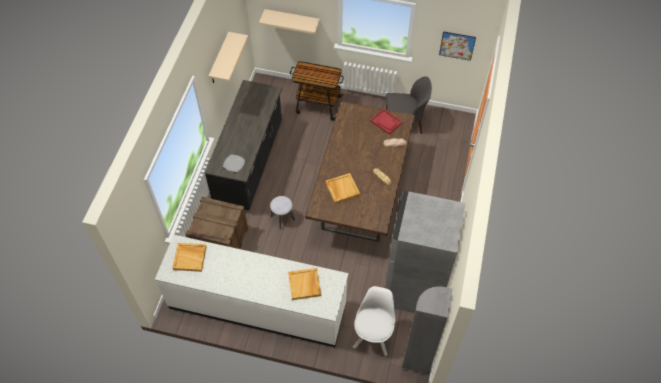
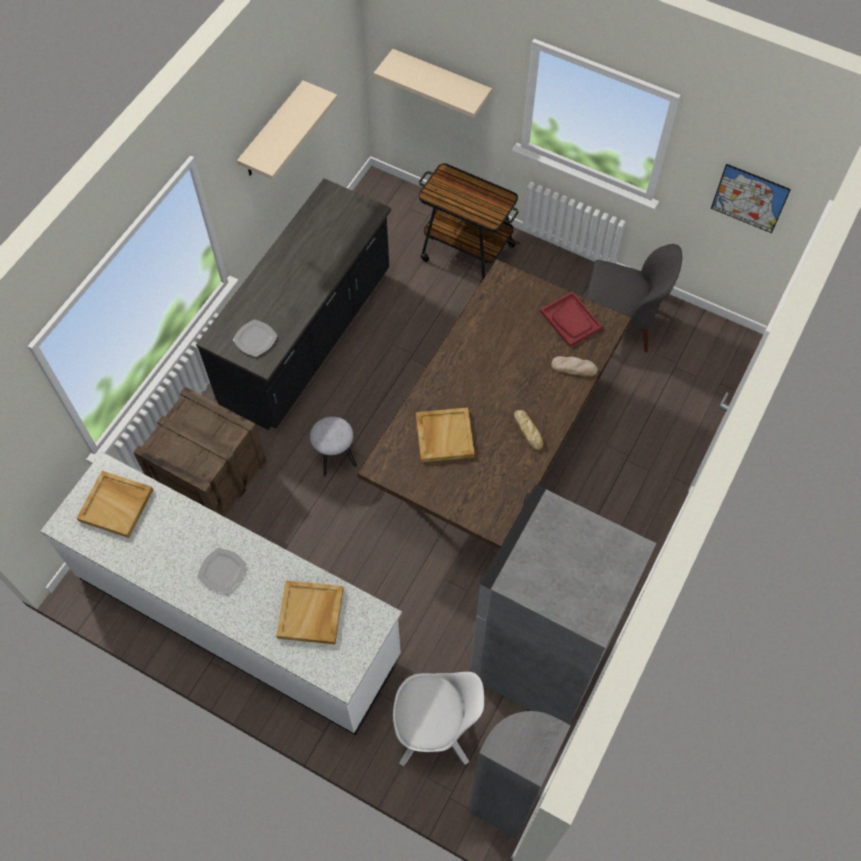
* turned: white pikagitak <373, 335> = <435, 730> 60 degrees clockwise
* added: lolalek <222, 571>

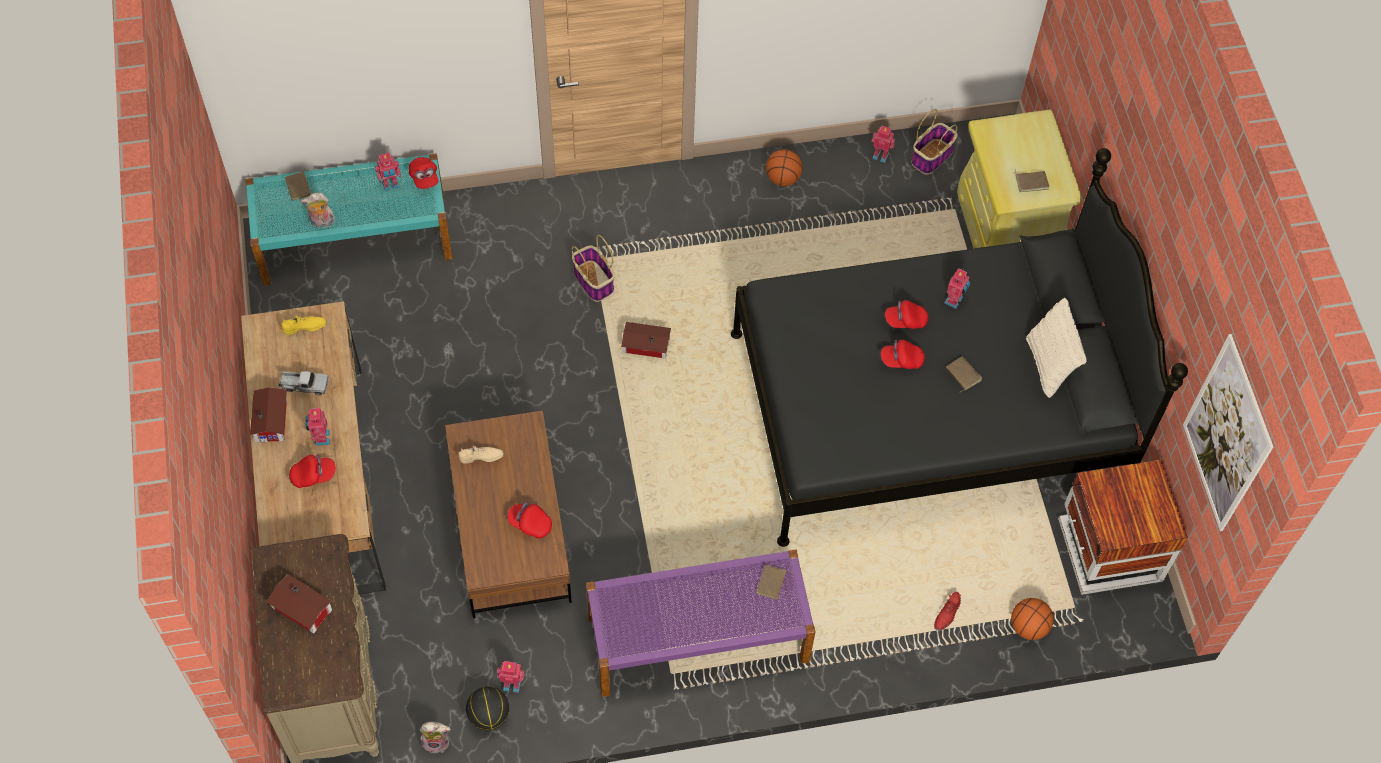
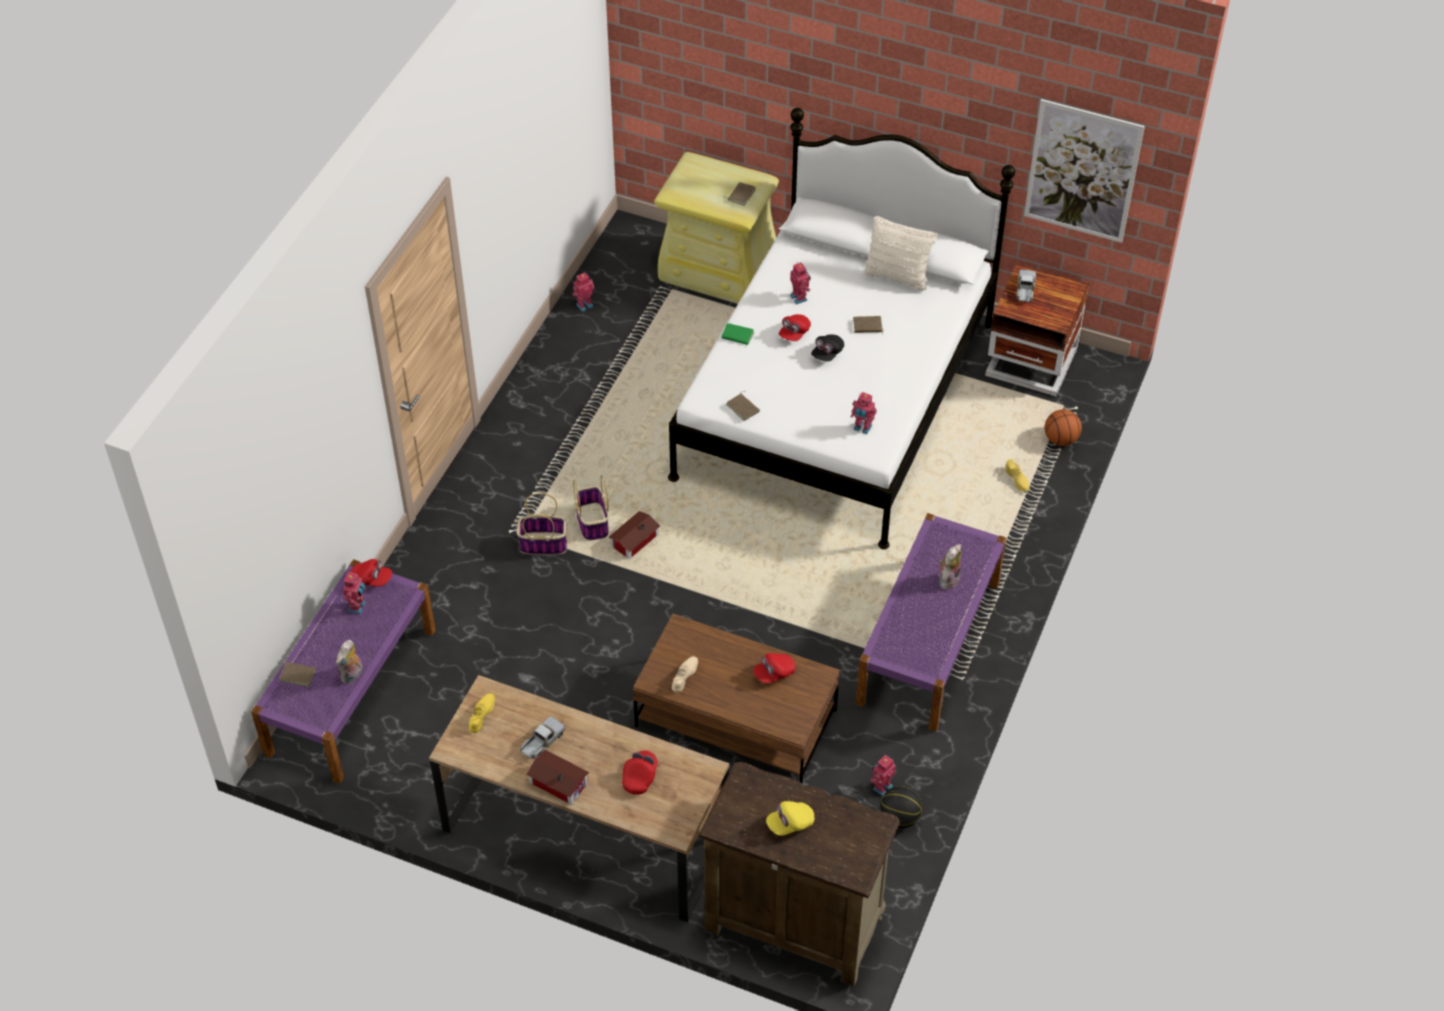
* recoloured: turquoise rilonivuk <354, 238> to purple rilonivuk <350, 691>
* replaced: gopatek <302, 610> to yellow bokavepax <790, 823>
* moved: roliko <320, 438> to <862, 428>
* moved: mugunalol <436, 741> to <948, 579>
* recoloured: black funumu <927, 410> to white funumu <836, 399>
* moved: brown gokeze <772, 583> to <743, 408>
* removed: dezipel <783, 178>
* recoloured: red bokavepax <901, 360> to black bokavepax <827, 353>
* moved: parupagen <932, 156> to <592, 522>
* recoloured: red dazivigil <947, 615> to yellow dazivigil <1017, 480>
* added: green gokeze <737, 336>
* added: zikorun <1025, 290>

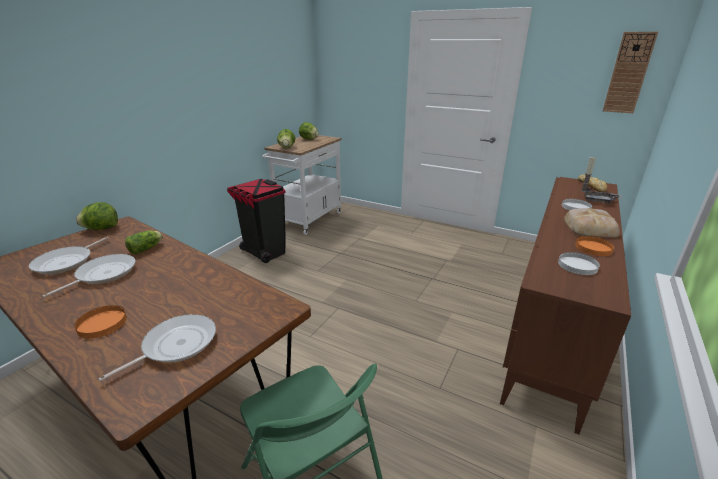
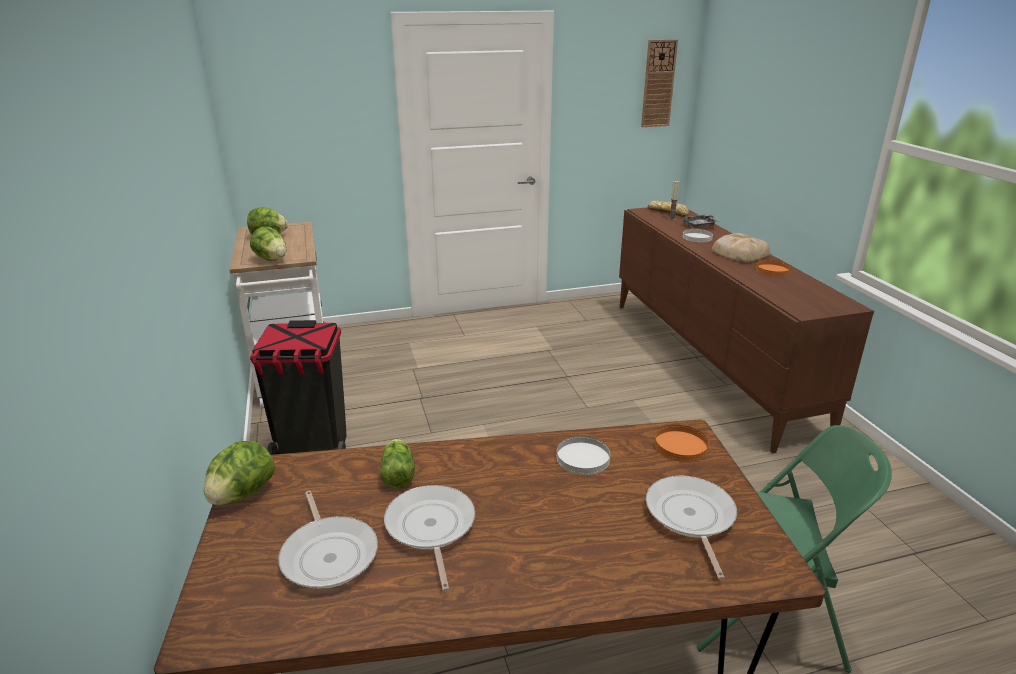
* moved: orange lolalek <102, 323> to <680, 446>
* moved: white lolalek <577, 265> to <582, 458>

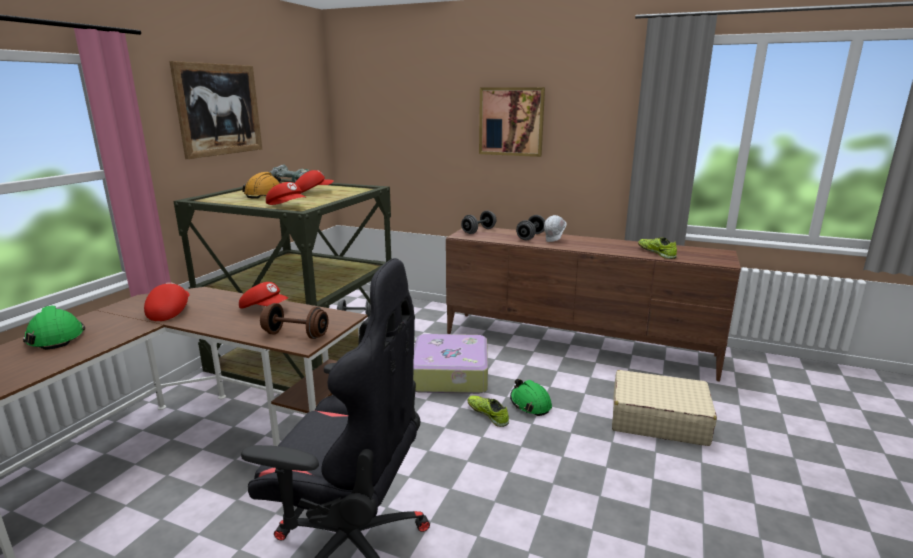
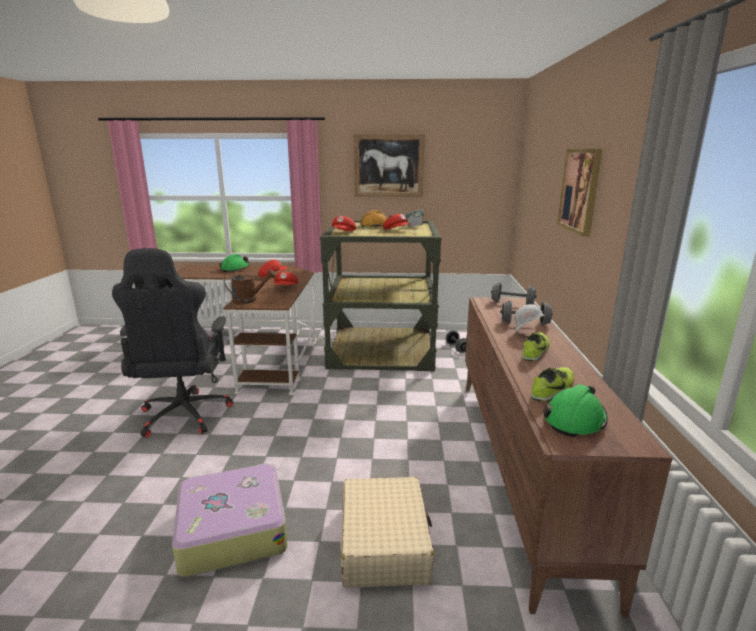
* replaced: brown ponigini <296, 335> to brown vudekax <249, 300>
* moved: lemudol <449, 375> to <232, 529>
* moved: dazivigil <488, 414> to <535, 351>
* moved: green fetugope <530, 404> to <574, 420>

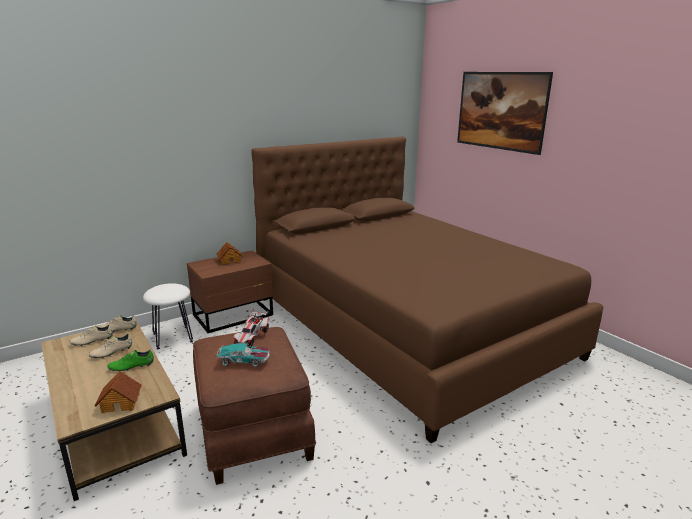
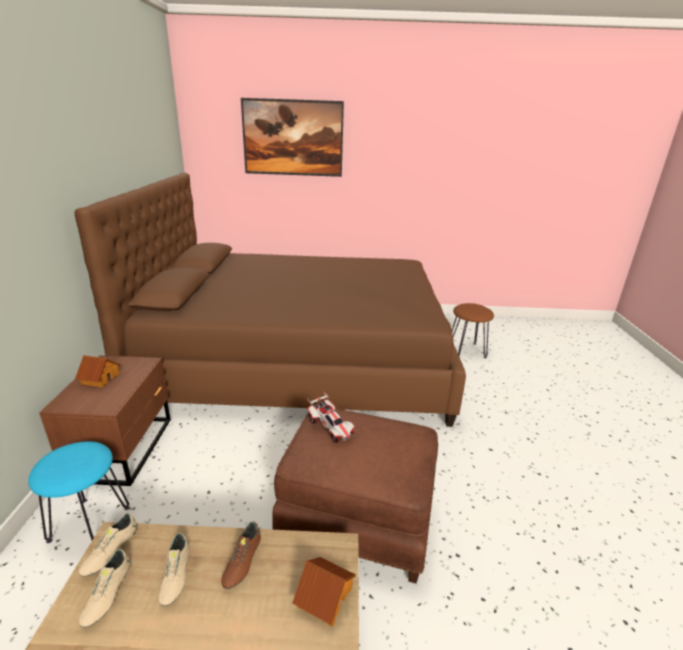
* recoloured: green dazivigil <131, 366> to brown dazivigil <242, 561>
* recoloured: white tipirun <173, 337> to turquoise tipirun <89, 523>
* removed: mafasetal <244, 360>
* added: brown tipirun <466, 350>

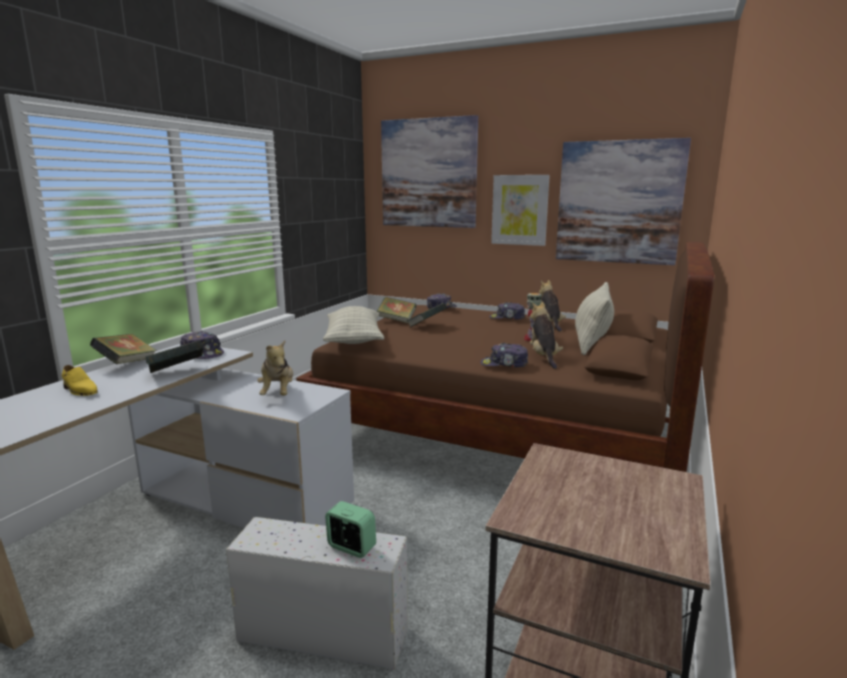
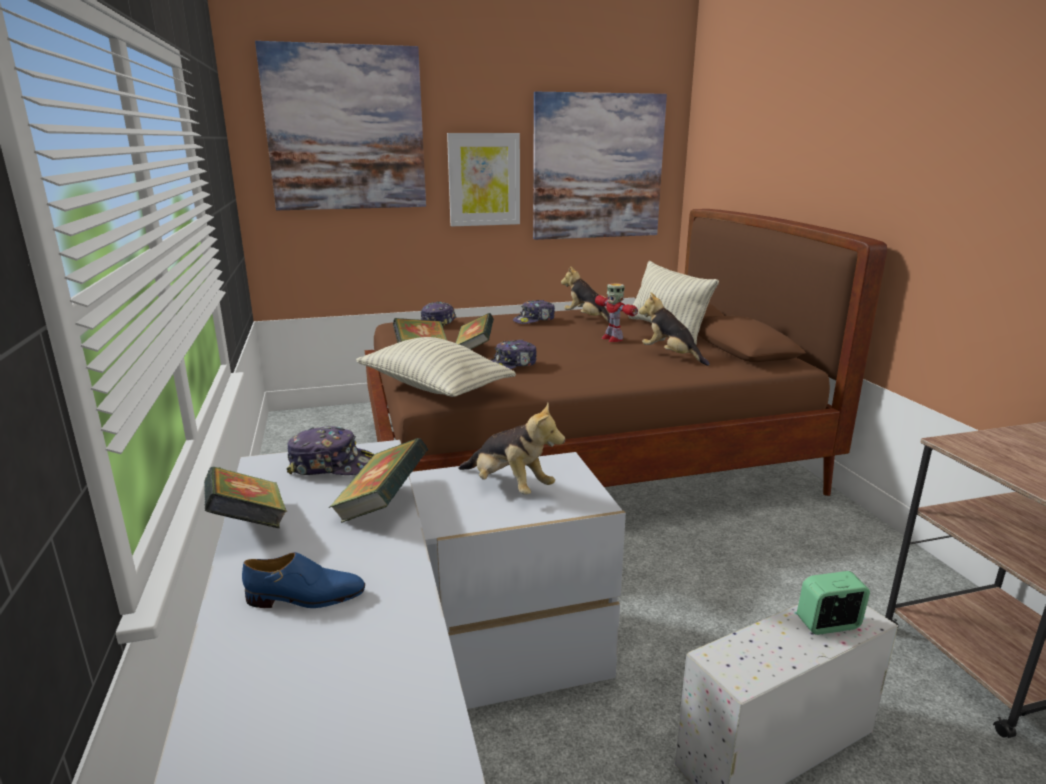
* recoloured: yellow dazivigil <80, 390> to blue dazivigil <306, 597>
* moved: bokavepax <504, 364> to <511, 365>

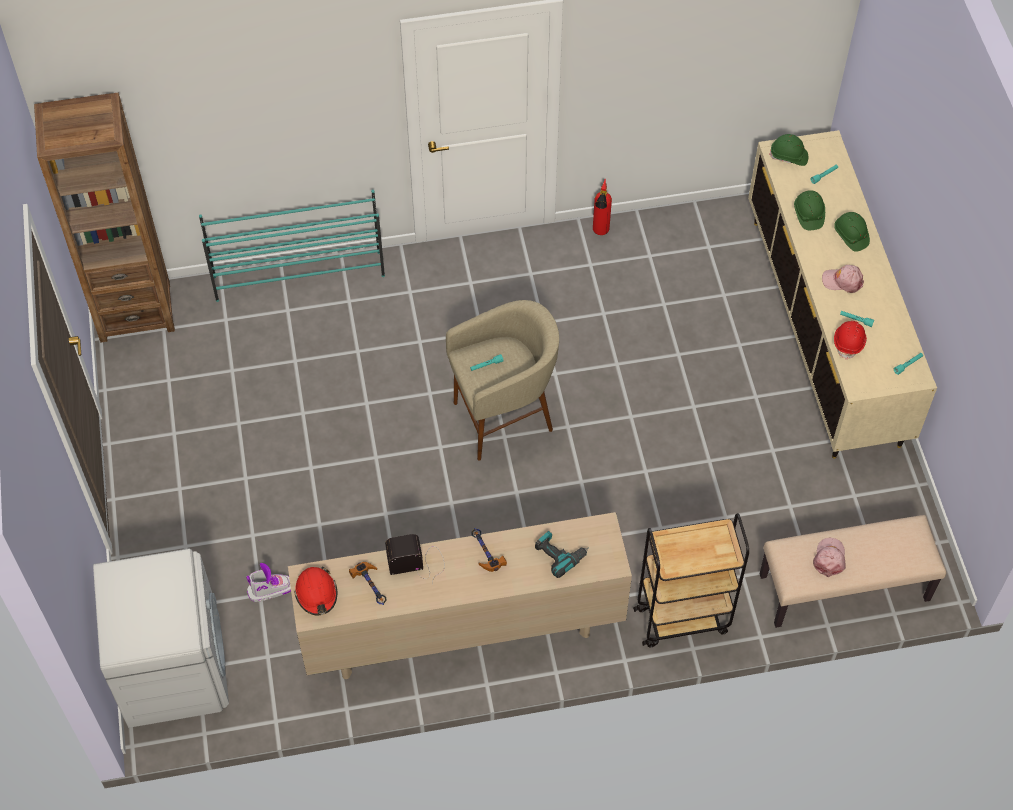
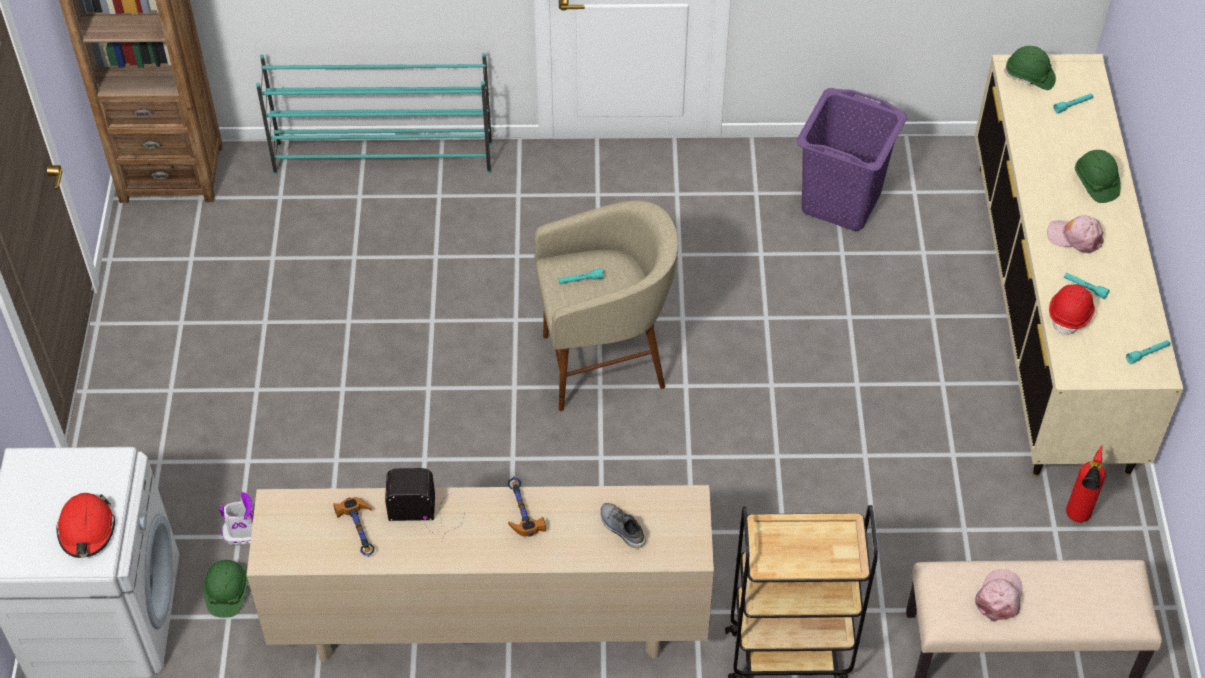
* moved: red fetugope <316, 594> to <87, 530>
* replaced: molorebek <559, 554> to grey dazivigil <621, 529>
* moved: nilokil <600, 233> to <1076, 519>
* moved: green fetugope <808, 215> to <227, 593>
* added: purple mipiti <842, 201>

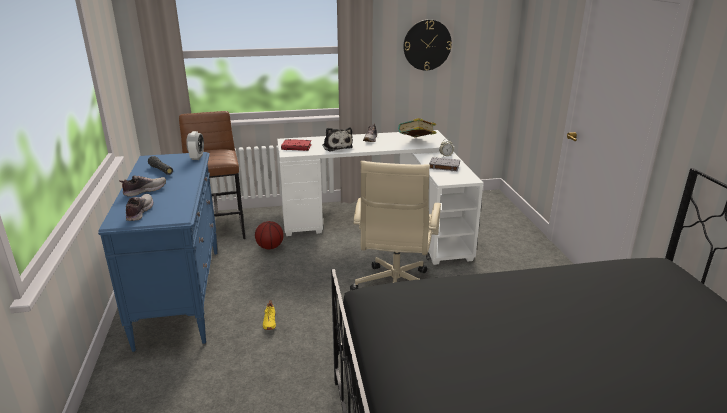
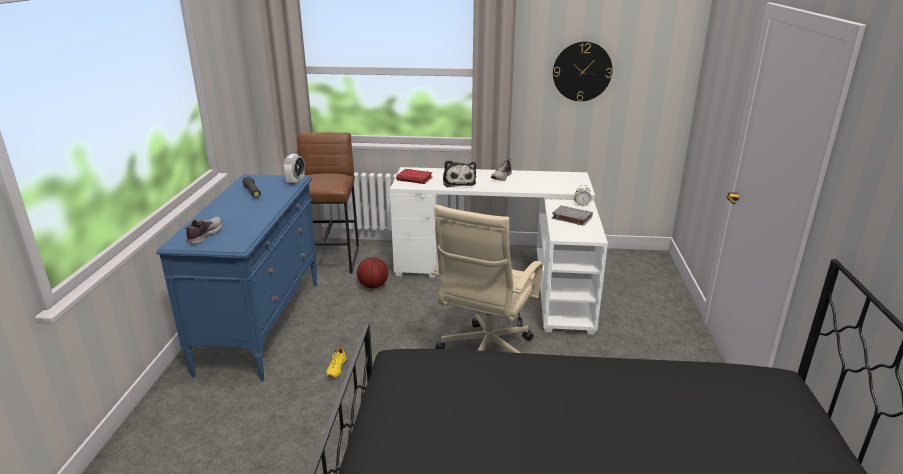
* removed: dazivigil <144, 190>
* removed: gokeze <416, 141>

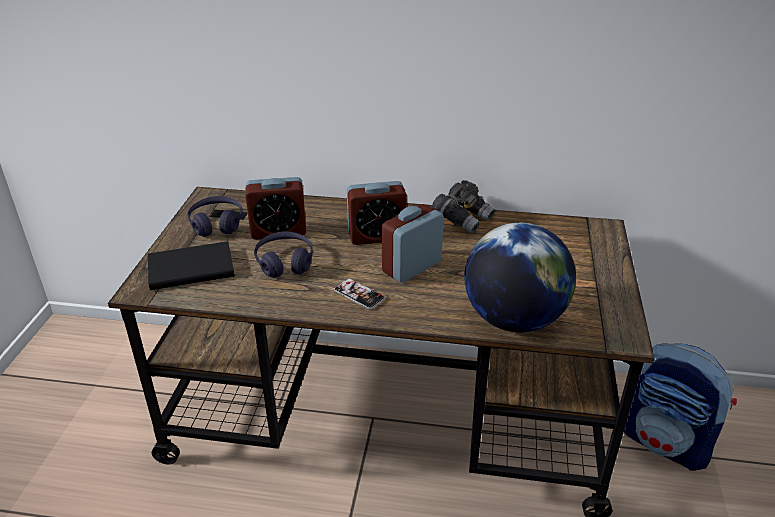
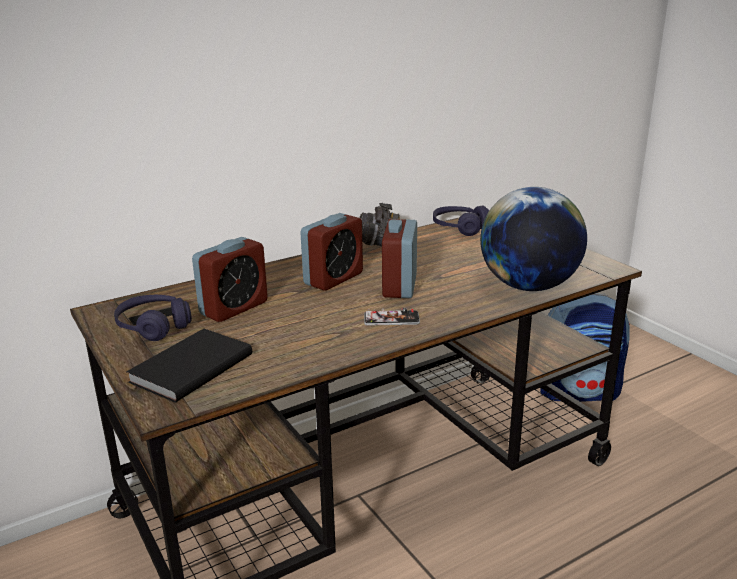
* moved: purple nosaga <285, 262> to <460, 228>

